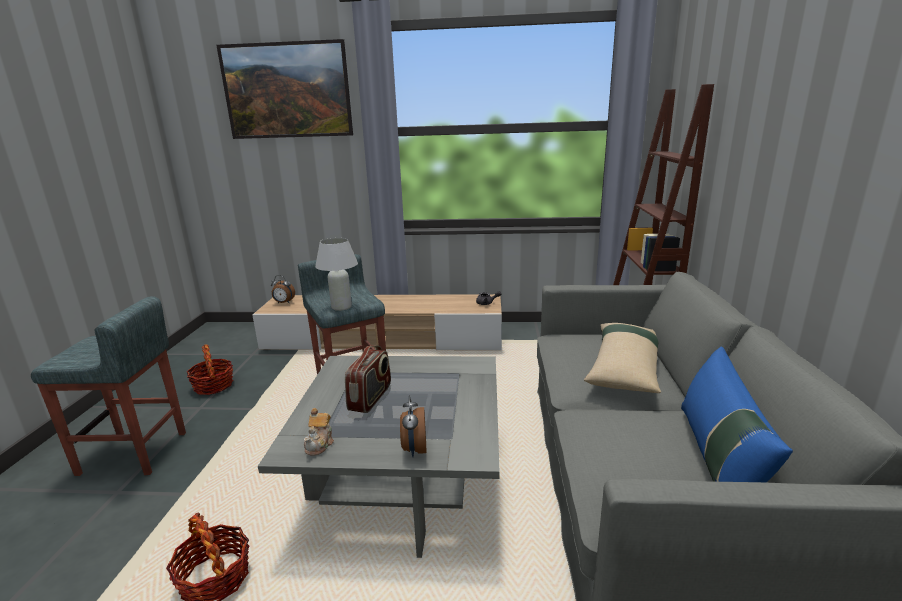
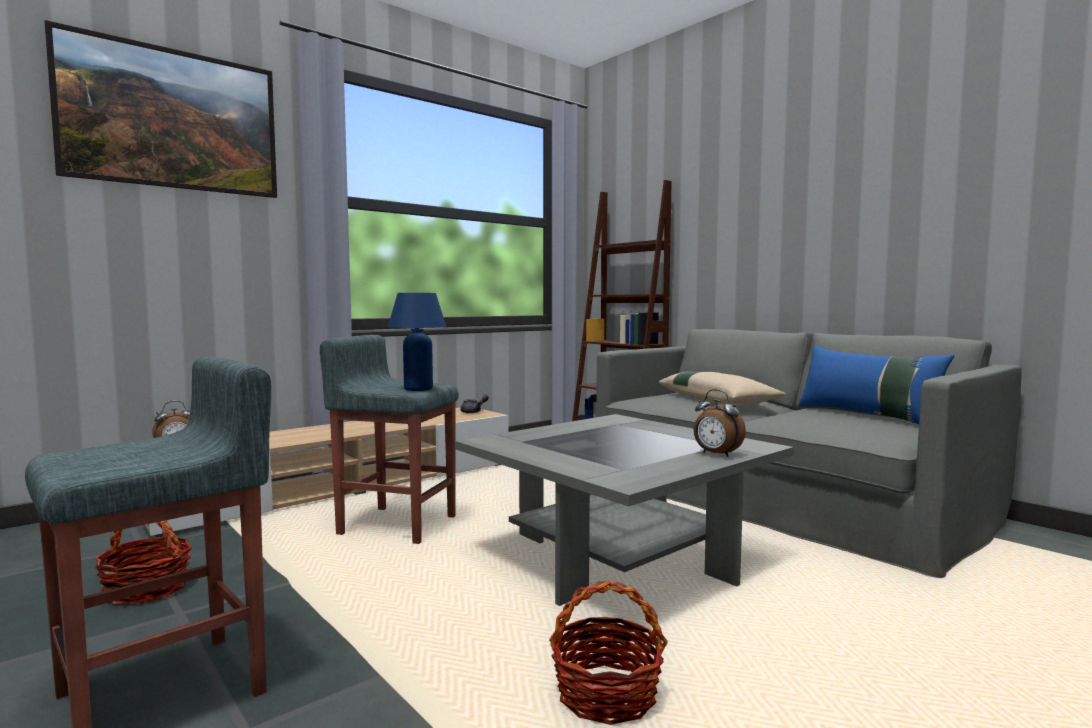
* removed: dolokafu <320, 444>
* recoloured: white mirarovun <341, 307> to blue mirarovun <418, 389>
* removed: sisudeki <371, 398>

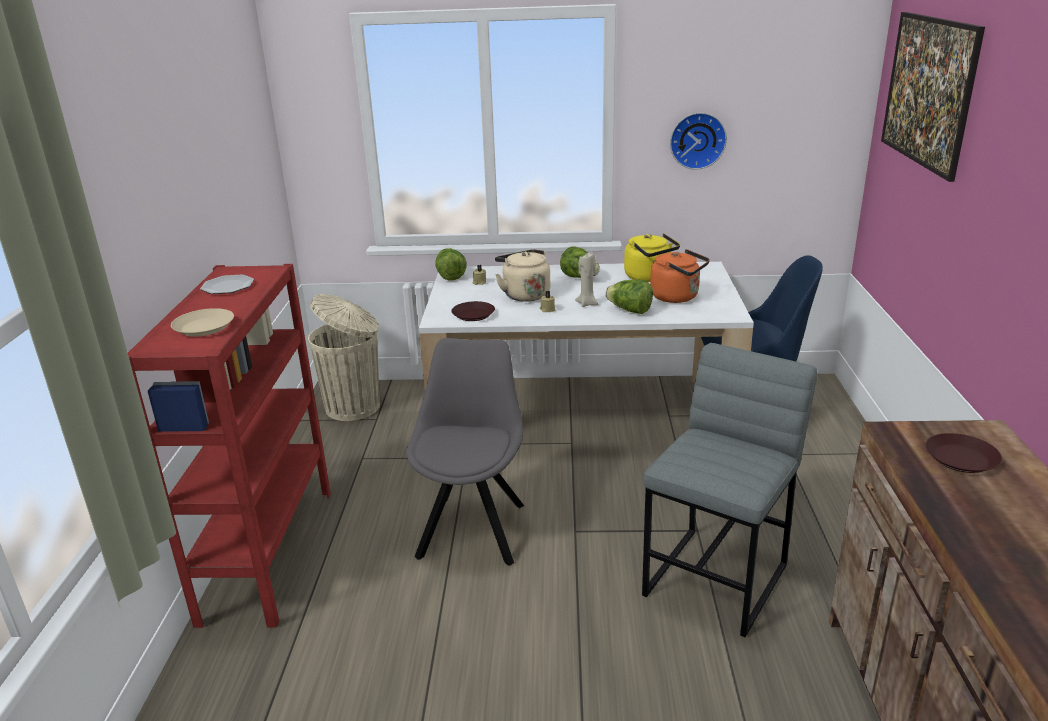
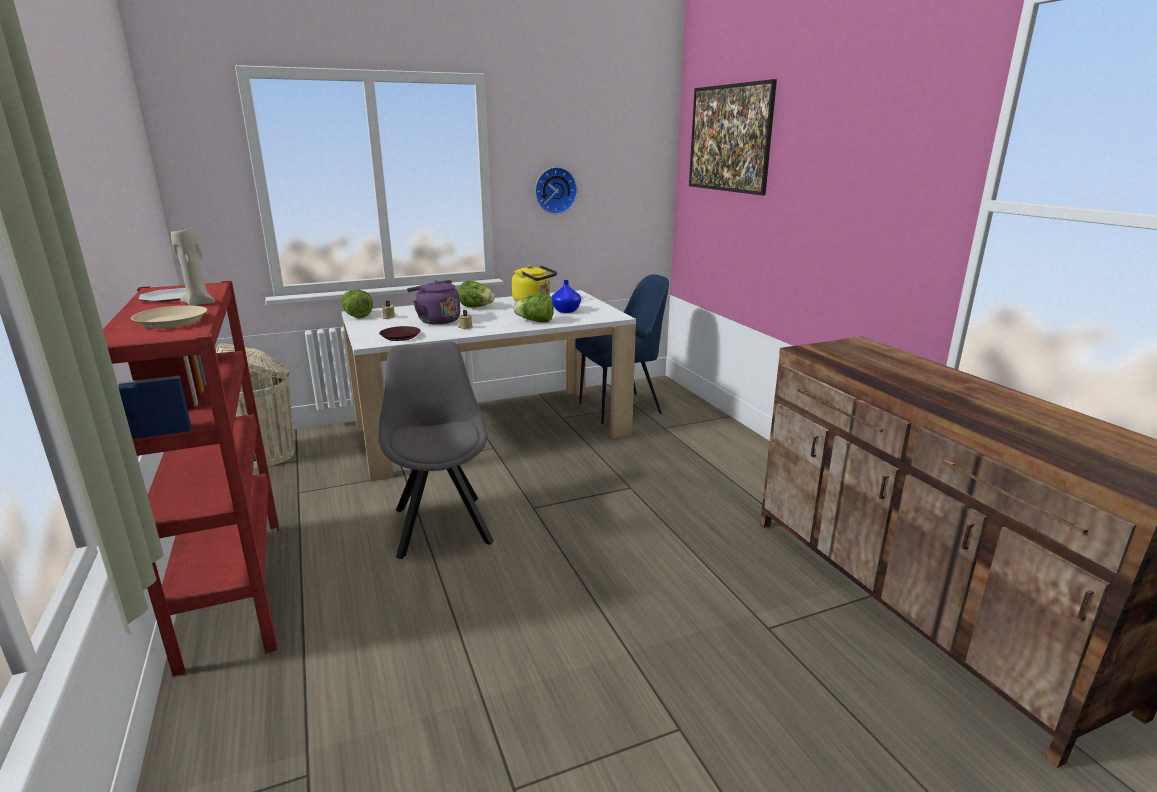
* recoloured: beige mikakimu <524, 294> to purple mikakimu <436, 320>
* moved: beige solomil <587, 304> to <199, 304>
* removed: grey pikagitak <717, 577>
* replaced: orange mikakimu <677, 297> to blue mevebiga <566, 311>
* removed: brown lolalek <962, 459>

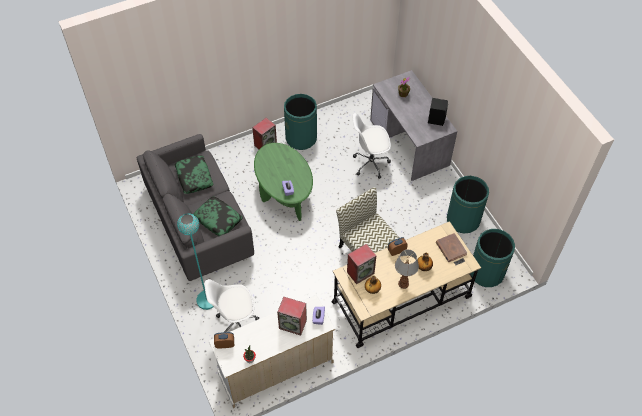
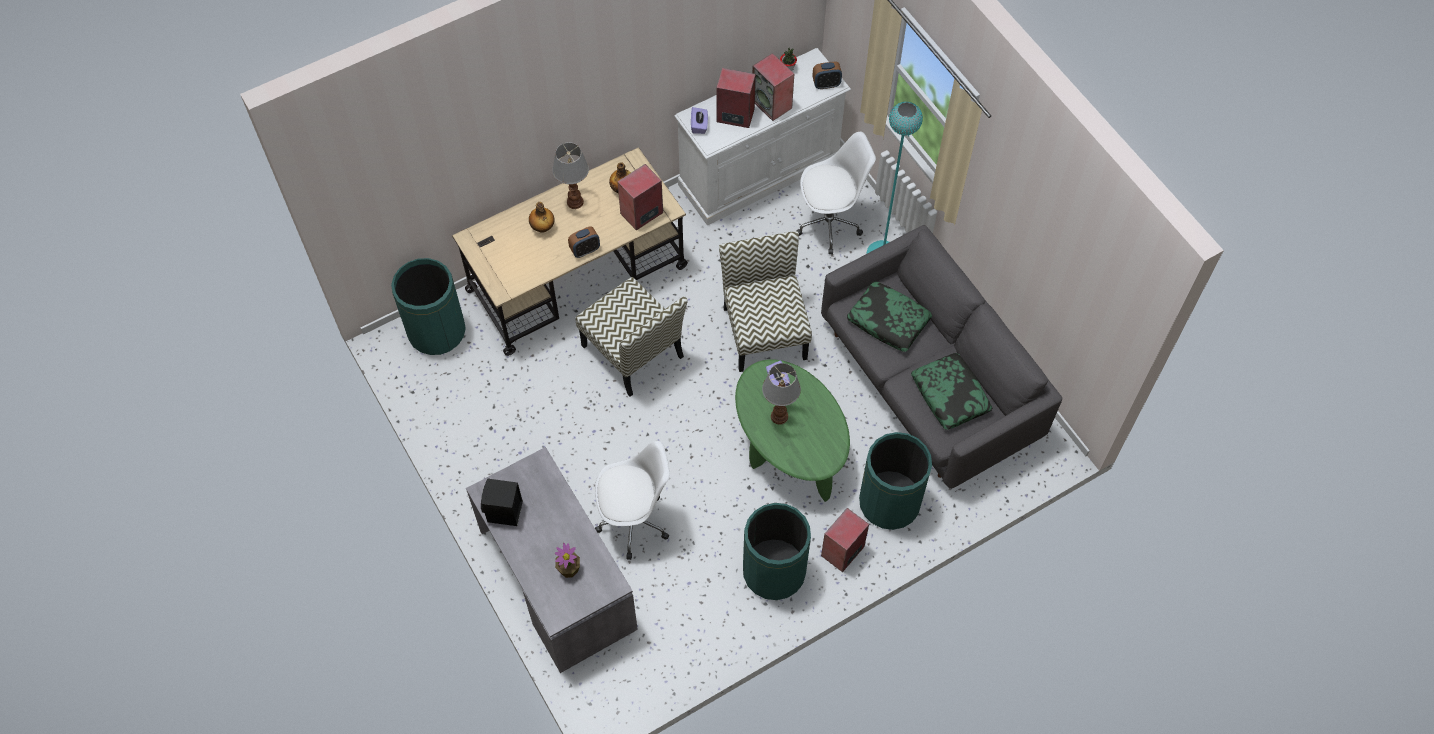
* removed: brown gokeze <450, 248>
* moved: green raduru <463, 220> to <889, 502>
* added: pikagitak <764, 331>
* added: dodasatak <772, 104>
* added: mirarovun <778, 416>

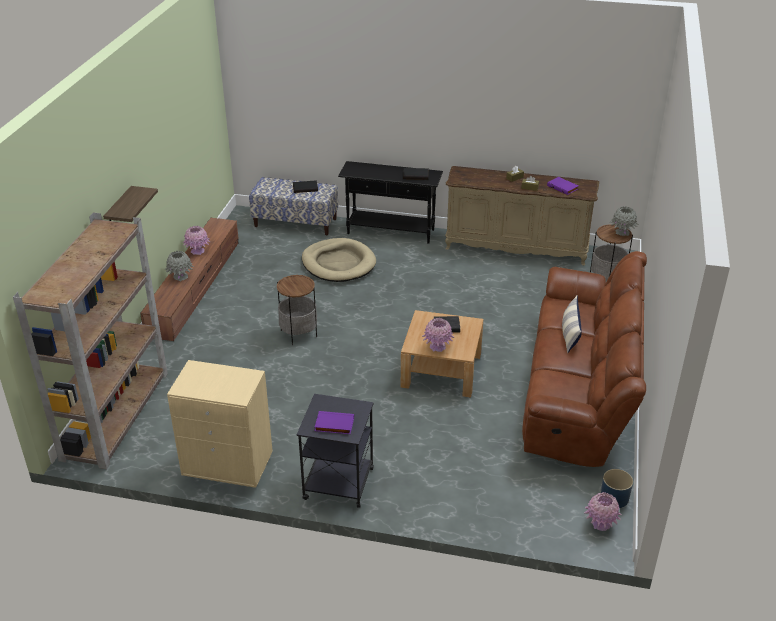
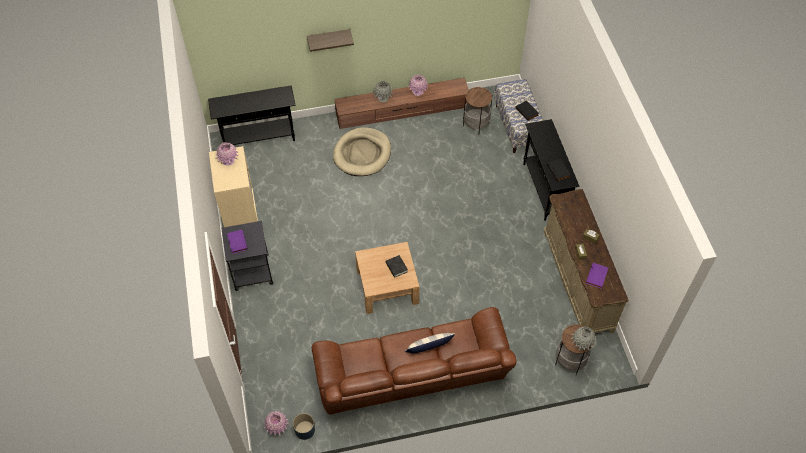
* replaced: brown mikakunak <116, 415> to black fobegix <259, 138>
* moved: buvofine <298, 333> to <476, 125>
* moved: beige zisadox <338, 263> to <362, 154>
* moved: pink mevebiga <437, 347> to <228, 161>

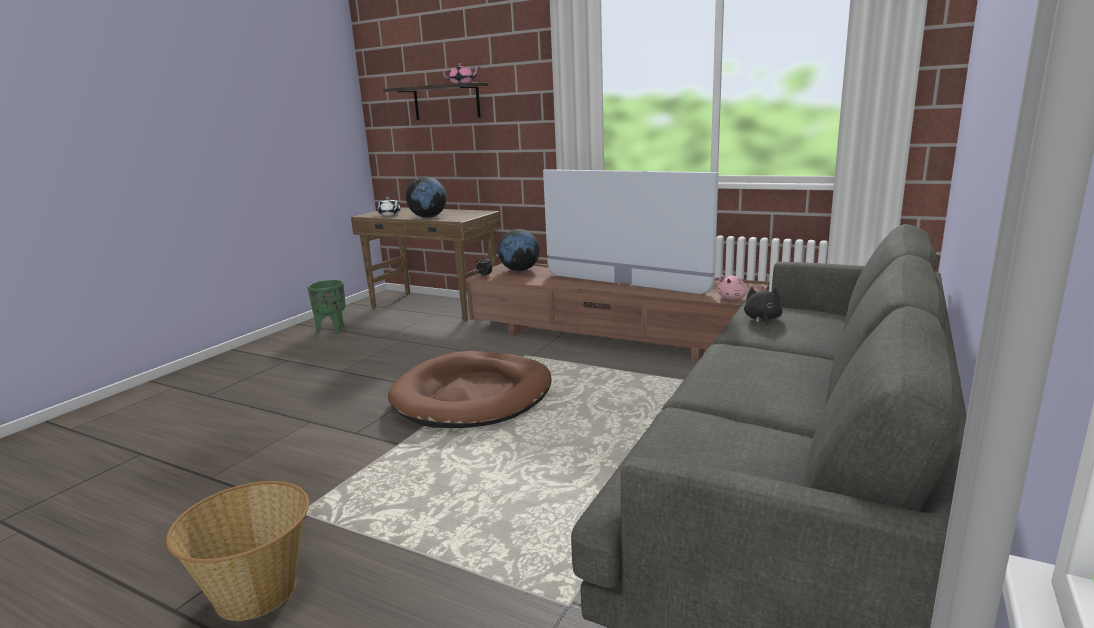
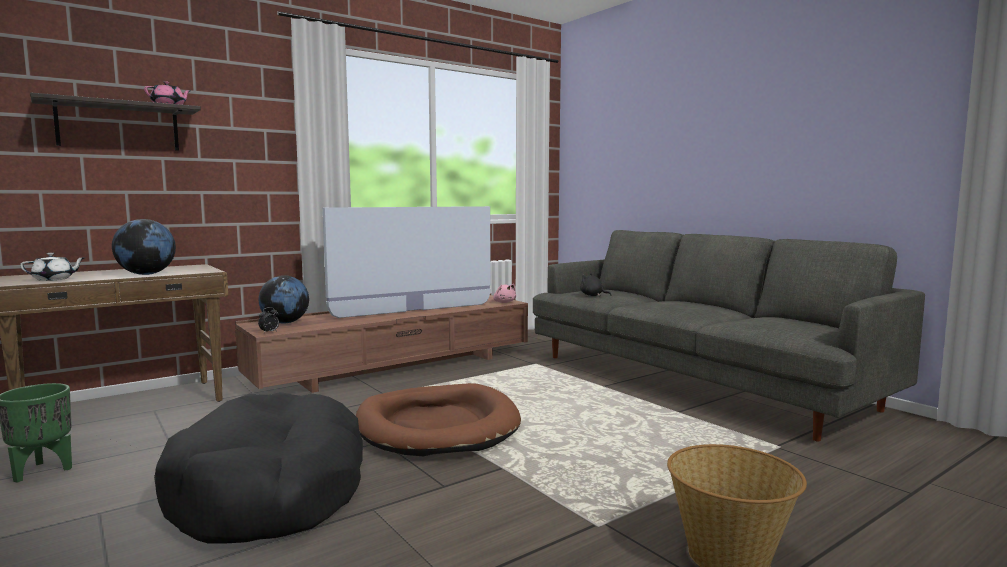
* added: black zisadox <270, 491>

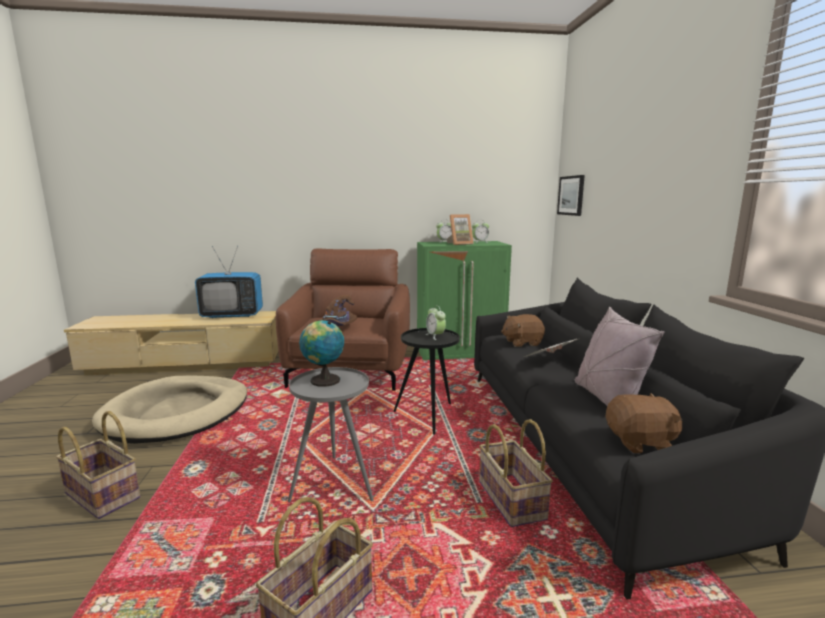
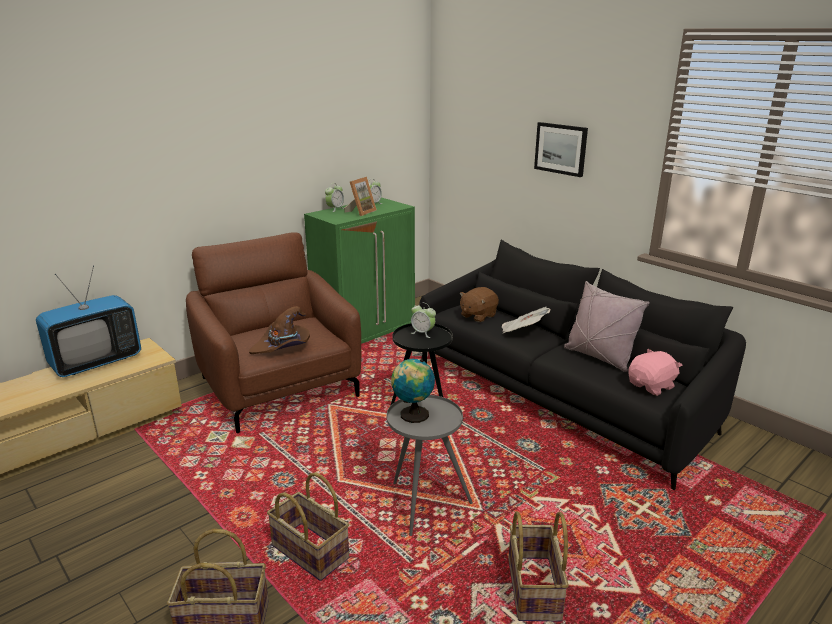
* removed: beige zisadox <177, 413>
* moved: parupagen <510, 500> to <309, 552>
* moved: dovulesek <571, 195> to <561, 149>
* recoloured: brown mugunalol <641, 443> to pink mugunalol <651, 386>

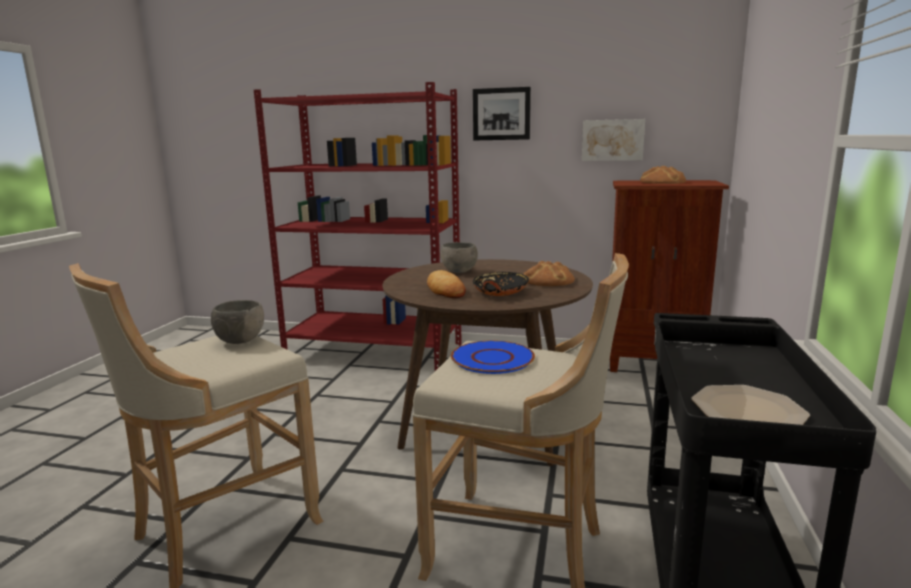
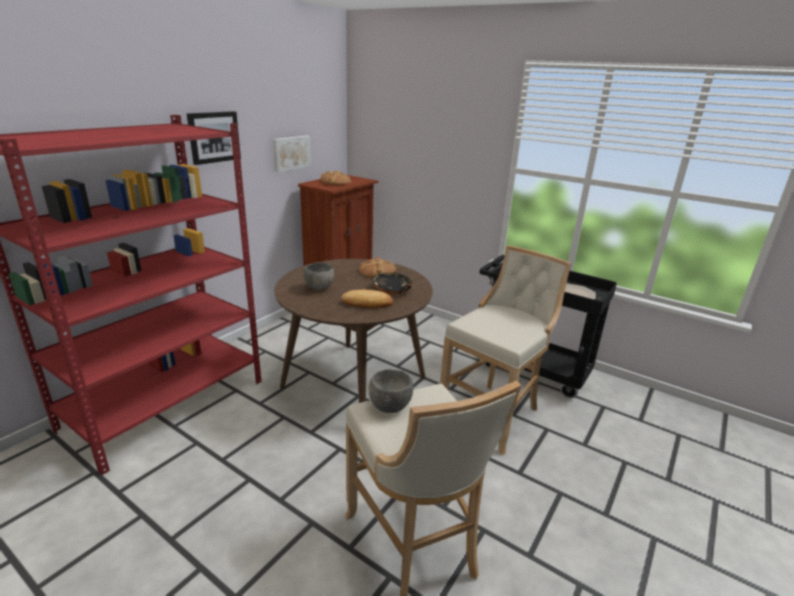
* removed: blue lolalek <492, 358>

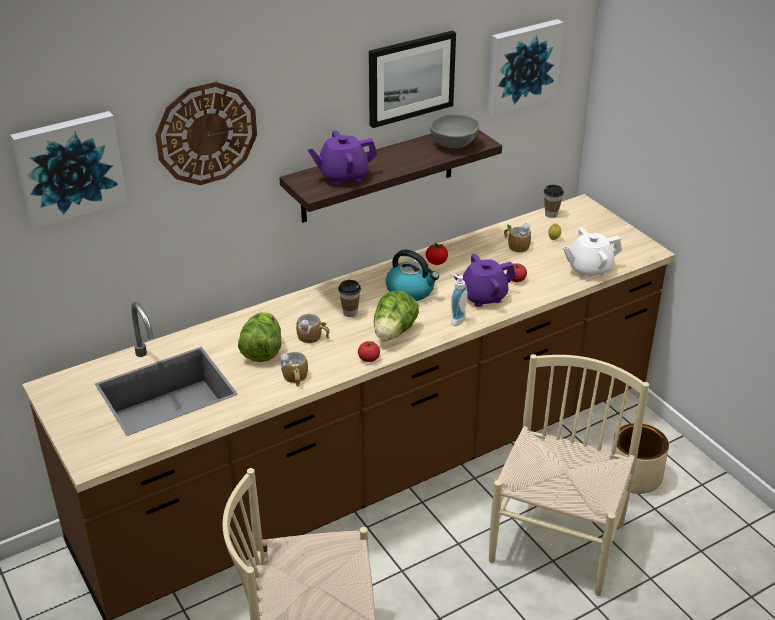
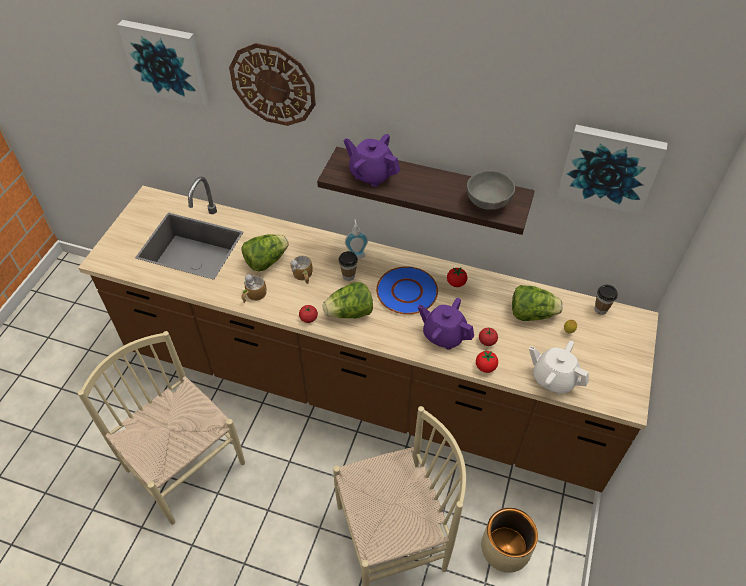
* removed: dovulesek <410, 78>
* replaced: mikakimu <411, 291> to blue lolalek <407, 291>
* moved: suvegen <456, 319> to <356, 254>
* replaced: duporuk <516, 245> to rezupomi <532, 314>
* added: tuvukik <485, 367>

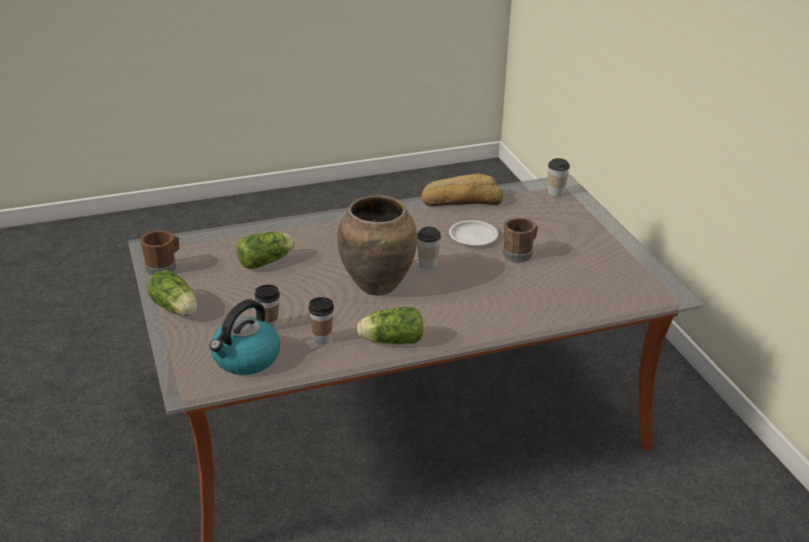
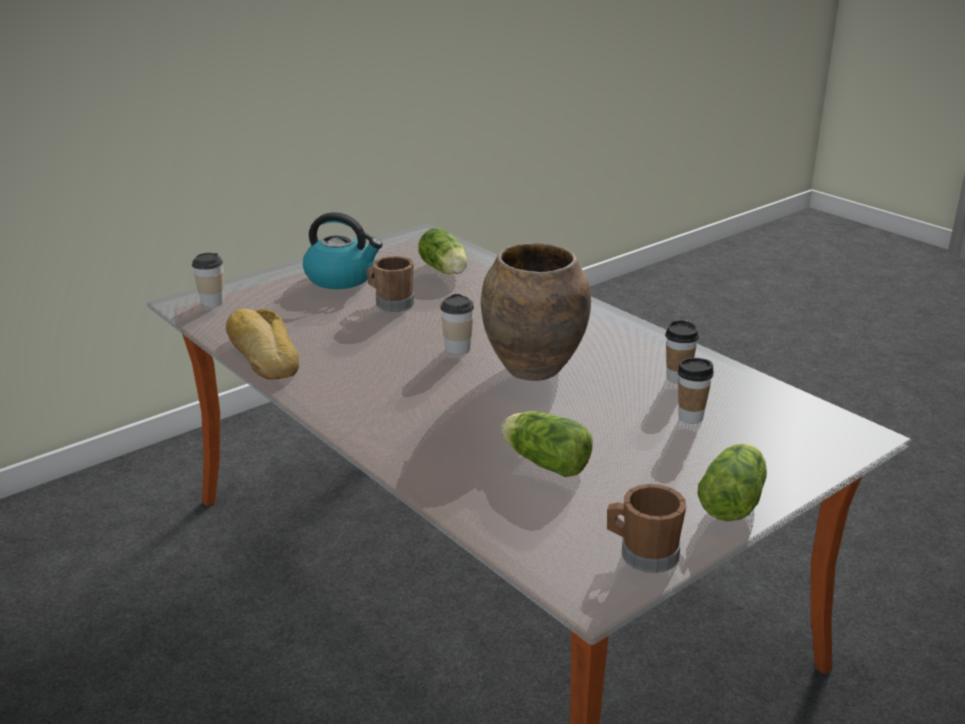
* moved: mikakimu <245, 359> to <342, 278>
* moved: rezupomi <389, 341> to <445, 271>
* removed: white lolalek <473, 237>

